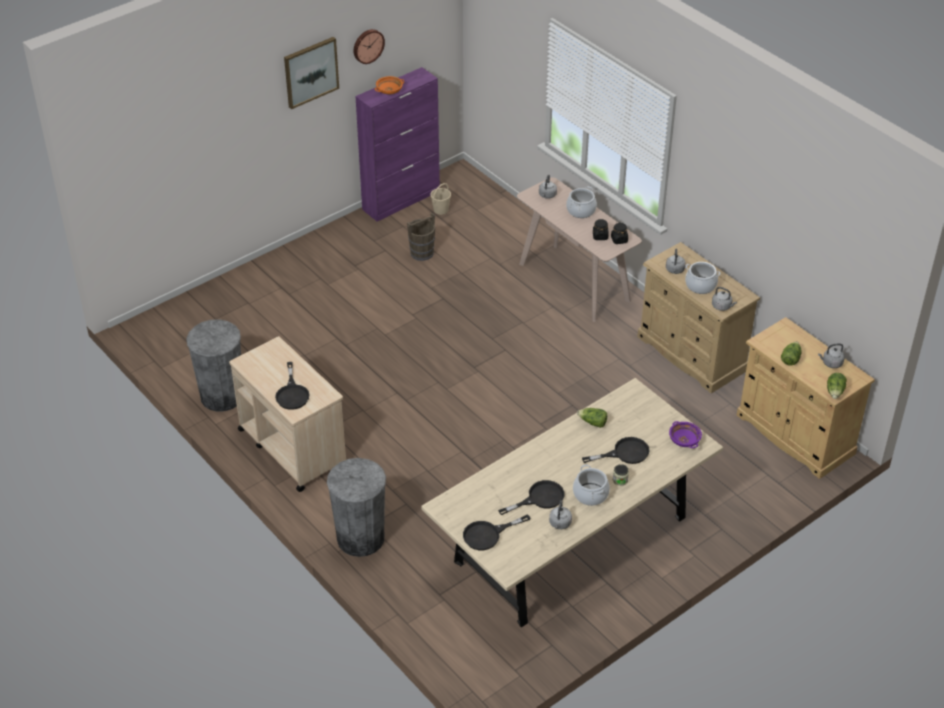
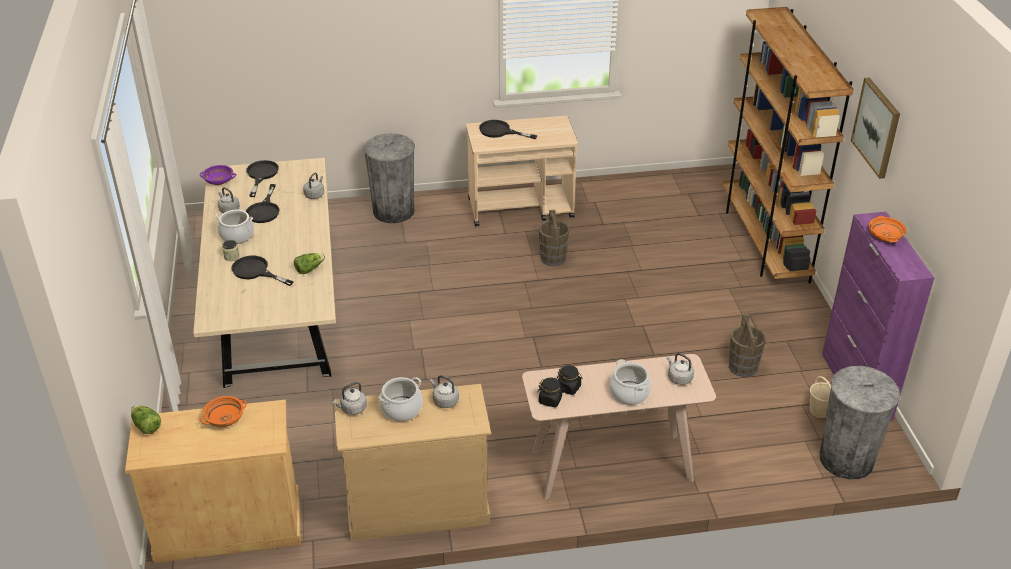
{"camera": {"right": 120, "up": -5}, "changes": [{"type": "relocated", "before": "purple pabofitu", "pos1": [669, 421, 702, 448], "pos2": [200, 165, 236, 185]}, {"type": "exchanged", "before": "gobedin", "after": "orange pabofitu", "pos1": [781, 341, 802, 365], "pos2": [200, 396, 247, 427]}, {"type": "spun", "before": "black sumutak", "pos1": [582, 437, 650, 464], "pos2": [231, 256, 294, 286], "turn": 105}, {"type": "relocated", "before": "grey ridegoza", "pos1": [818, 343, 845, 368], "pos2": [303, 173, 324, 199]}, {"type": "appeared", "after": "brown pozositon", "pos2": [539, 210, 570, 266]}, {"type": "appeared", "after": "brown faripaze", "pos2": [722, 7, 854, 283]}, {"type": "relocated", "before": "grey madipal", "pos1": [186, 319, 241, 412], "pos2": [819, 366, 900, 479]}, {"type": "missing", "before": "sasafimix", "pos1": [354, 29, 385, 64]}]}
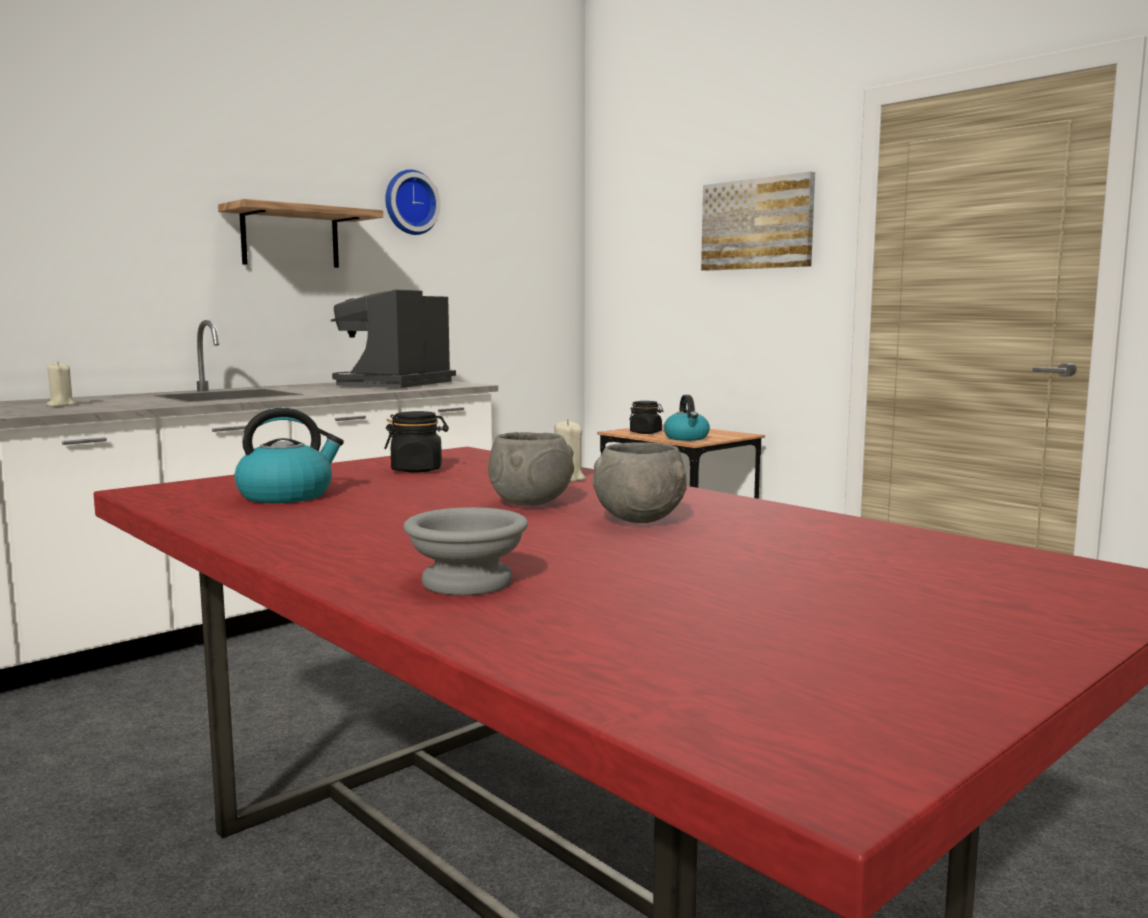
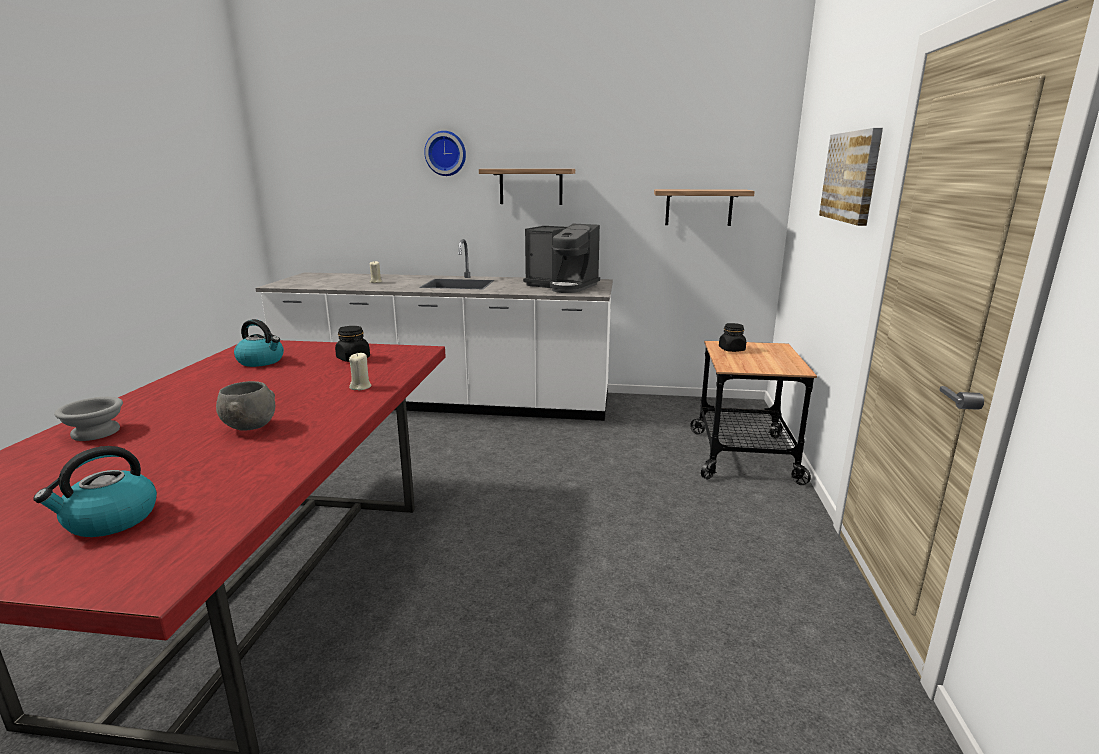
{"camera": {"right": 50, "up": 10}, "changes": [{"type": "relocated", "before": "ridegoza", "pos1": [664, 395, 710, 441], "pos2": [33, 446, 157, 537]}, {"type": "relocated", "before": "sasafimix", "pos1": [385, 170, 441, 235], "pos2": [424, 131, 466, 176]}, {"type": "spun", "before": "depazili", "pos1": [331, 290, 456, 388], "pos2": [523, 224, 600, 293], "turn": -135}, {"type": "appeared", "after": "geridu", "pos2": [654, 189, 755, 226]}, {"type": "missing", "before": "grey pabofitu", "pos1": [488, 432, 574, 506]}]}
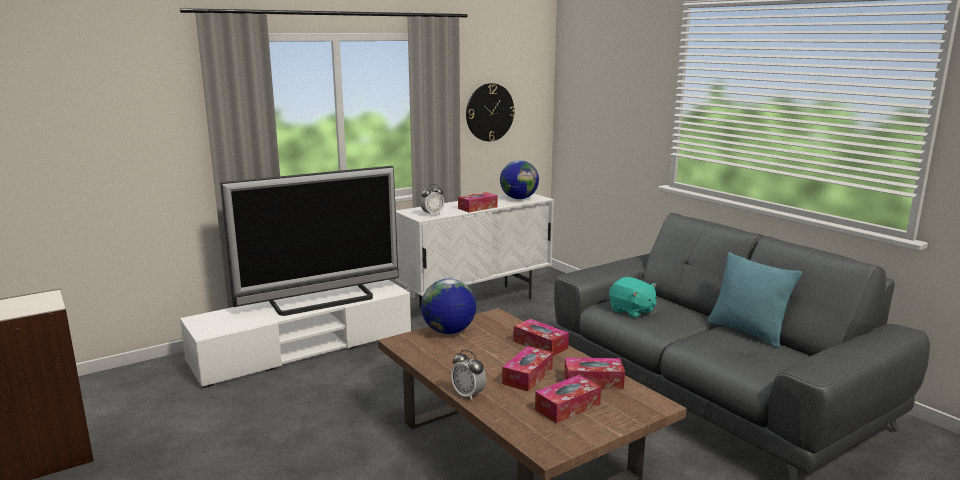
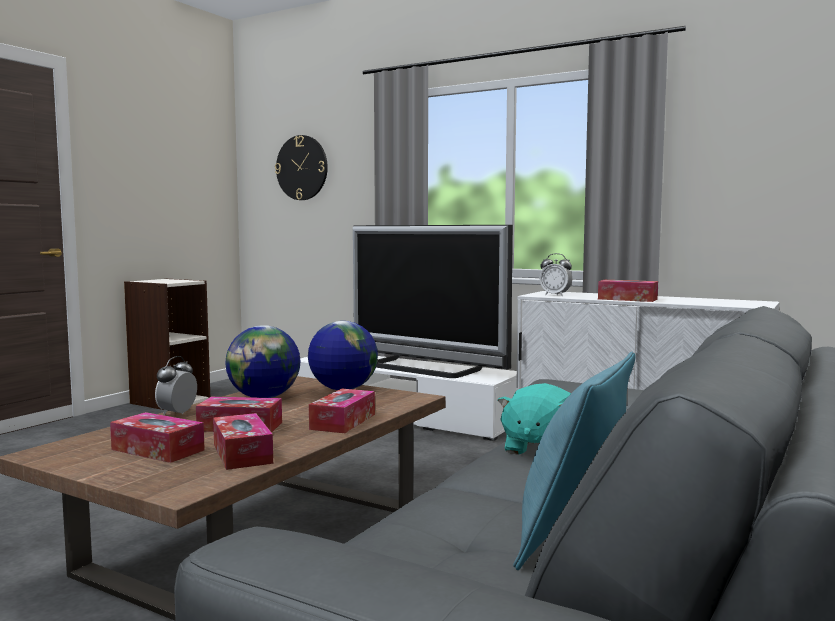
{"camera": {"right": 65, "up": -10}, "changes": [{"type": "relocated", "before": "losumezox", "pos1": [500, 160, 539, 199], "pos2": [226, 325, 300, 398]}, {"type": "relocated", "before": "sasafimix", "pos1": [466, 83, 515, 141], "pos2": [275, 135, 328, 200]}]}
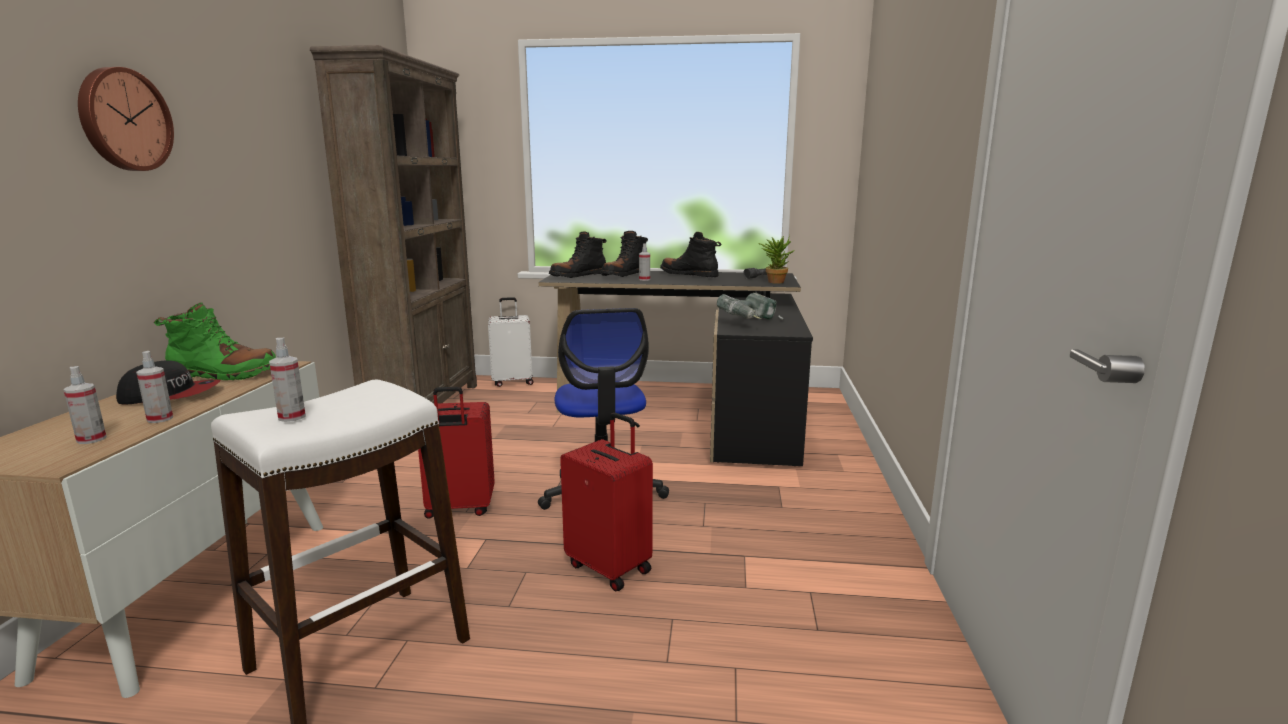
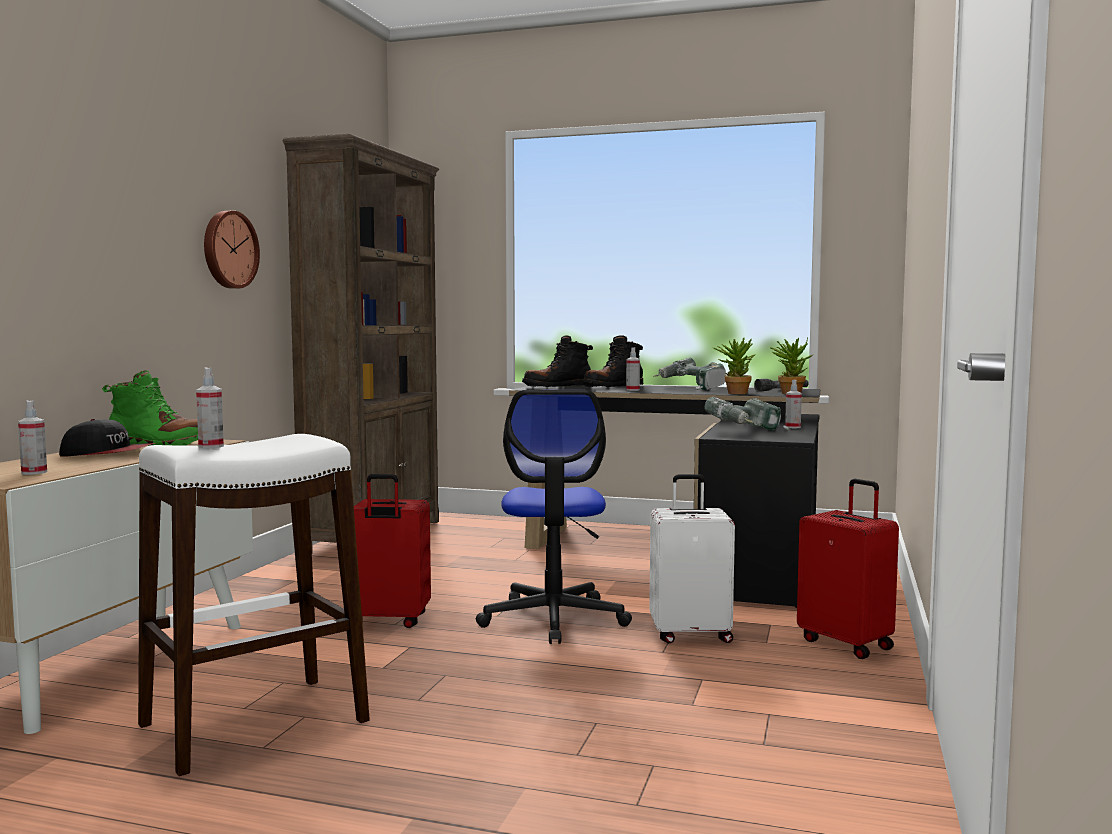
{"camera": {"right": 10, "up": -10}, "changes": [{"type": "relocated", "before": "sasafimix", "pos1": [78, 67, 174, 171], "pos2": [204, 211, 260, 289]}, {"type": "relocated", "before": "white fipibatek", "pos1": [488, 297, 533, 387], "pos2": [649, 474, 735, 643]}, {"type": "exchanged", "before": "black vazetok", "after": "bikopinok", "pos1": [660, 232, 721, 277], "pos2": [654, 358, 726, 390]}, {"type": "appeared", "after": "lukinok", "pos2": [713, 338, 756, 394]}, {"type": "relocated", "before": "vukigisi", "pos1": [136, 351, 173, 423], "pos2": [785, 380, 802, 428]}, {"type": "relocated", "before": "red fipibatek", "pos1": [560, 413, 653, 591], "pos2": [797, 479, 899, 659]}]}
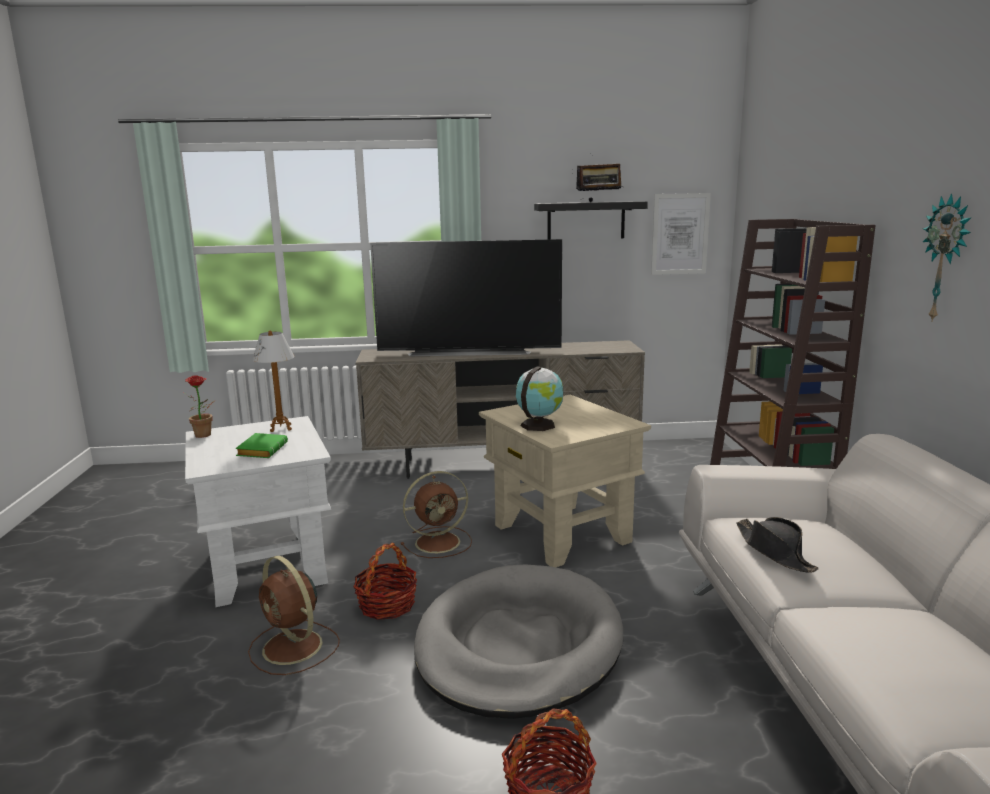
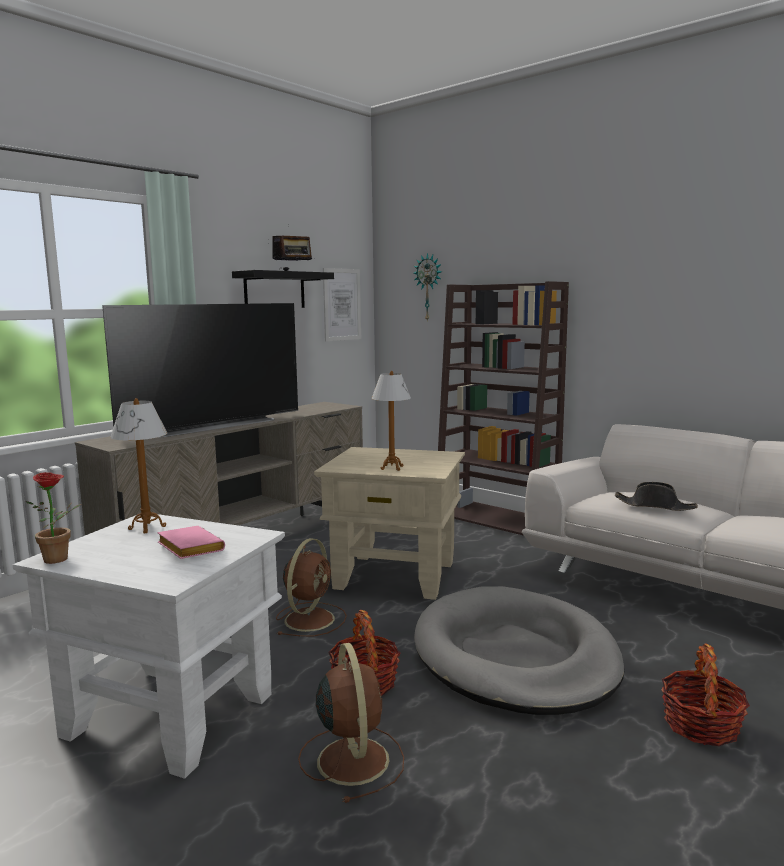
{"camera": {"right": -45, "up": -5}, "changes": [{"type": "colour", "before": "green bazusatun", "after": "pink bazusatun", "pos1": [236, 433, 288, 458], "pos2": [157, 526, 225, 559]}, {"type": "spun", "before": "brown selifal", "pos1": [248, 556, 340, 675], "pos2": [298, 643, 404, 803], "turn": -105}, {"type": "exchanged", "before": "losumezox", "after": "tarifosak", "pos1": [516, 366, 563, 431], "pos2": [371, 371, 411, 471]}, {"type": "relocated", "before": "sasafimix", "pos1": [923, 193, 972, 321], "pos2": [414, 253, 442, 322]}]}
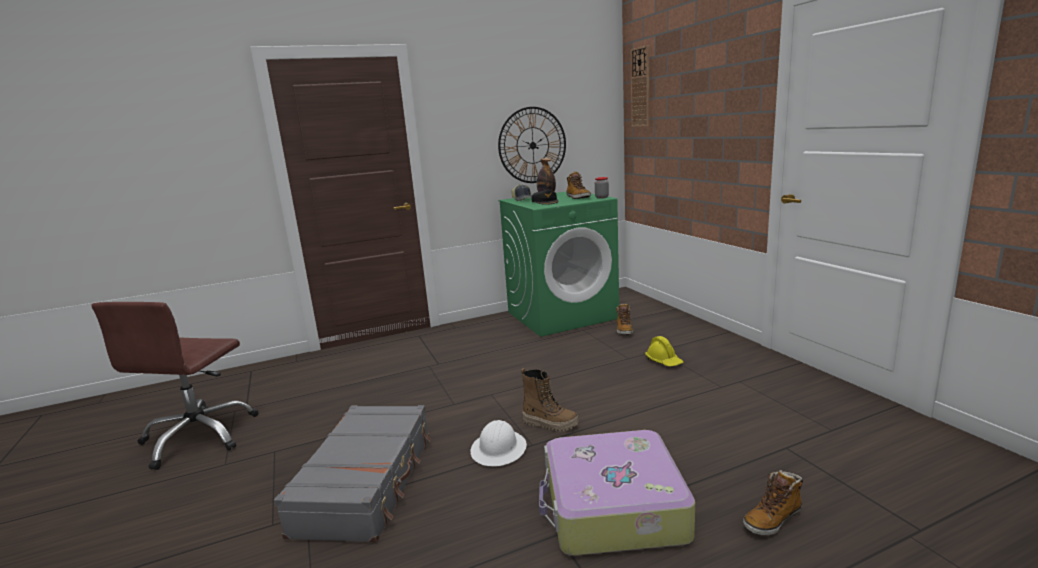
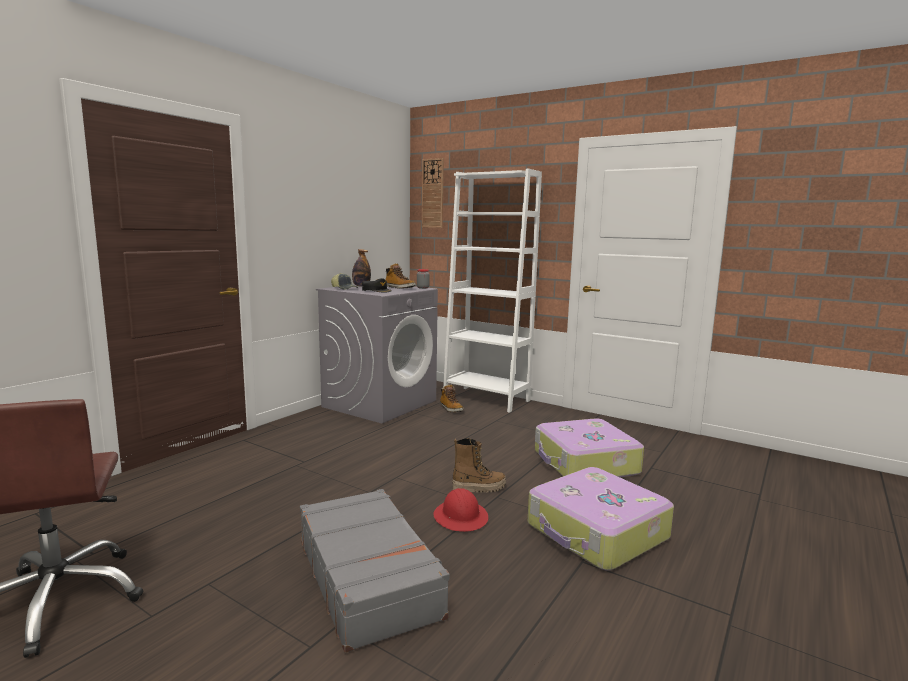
{"camera": {"right": -35, "up": -5}, "changes": [{"type": "colour", "before": "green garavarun", "after": "grey garavarun", "pos1": [499, 191, 619, 337], "pos2": [316, 285, 438, 423]}, {"type": "colour", "before": "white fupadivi", "after": "red fupadivi", "pos1": [471, 420, 527, 466], "pos2": [434, 488, 488, 532]}, {"type": "appeared", "after": "white faripaze", "pos2": [443, 169, 542, 413]}, {"type": "appeared", "after": "fipibatek", "pos2": [535, 418, 644, 477]}, {"type": "missing", "before": "sasafimix", "pos1": [498, 107, 566, 183]}, {"type": "missing", "before": "yellow fupadivi", "pos1": [645, 336, 684, 366]}, {"type": "missing", "before": "vazetok", "pos1": [743, 470, 803, 536]}]}
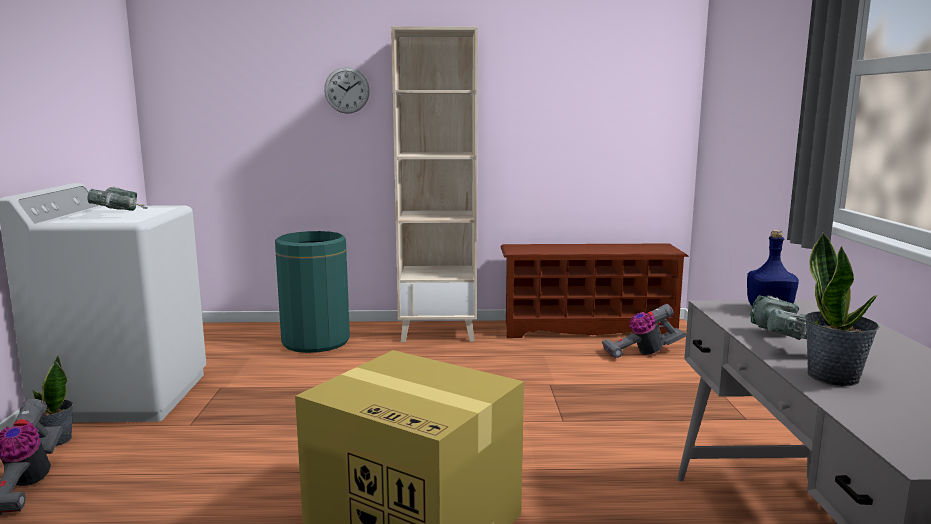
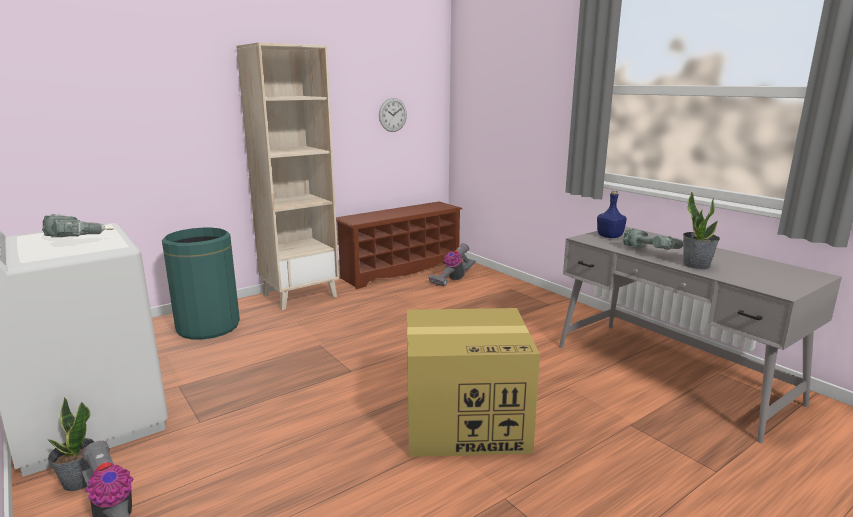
{"camera": {"right": -35, "up": 5}, "changes": [{"type": "relocated", "before": "sasafimix", "pos1": [324, 67, 370, 114], "pos2": [379, 98, 407, 132]}]}
